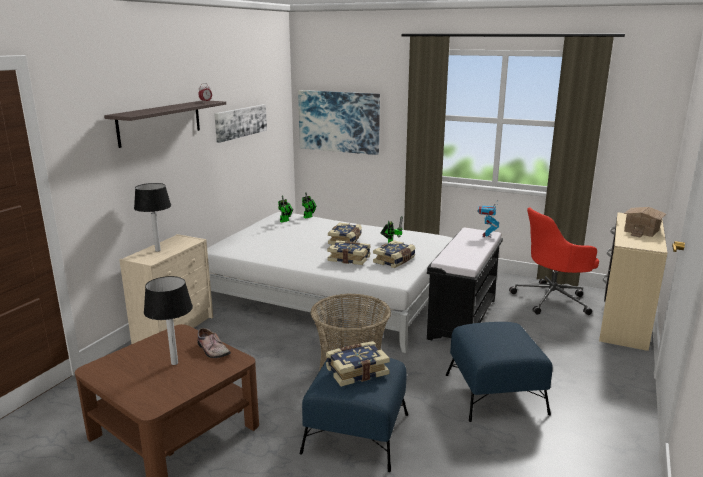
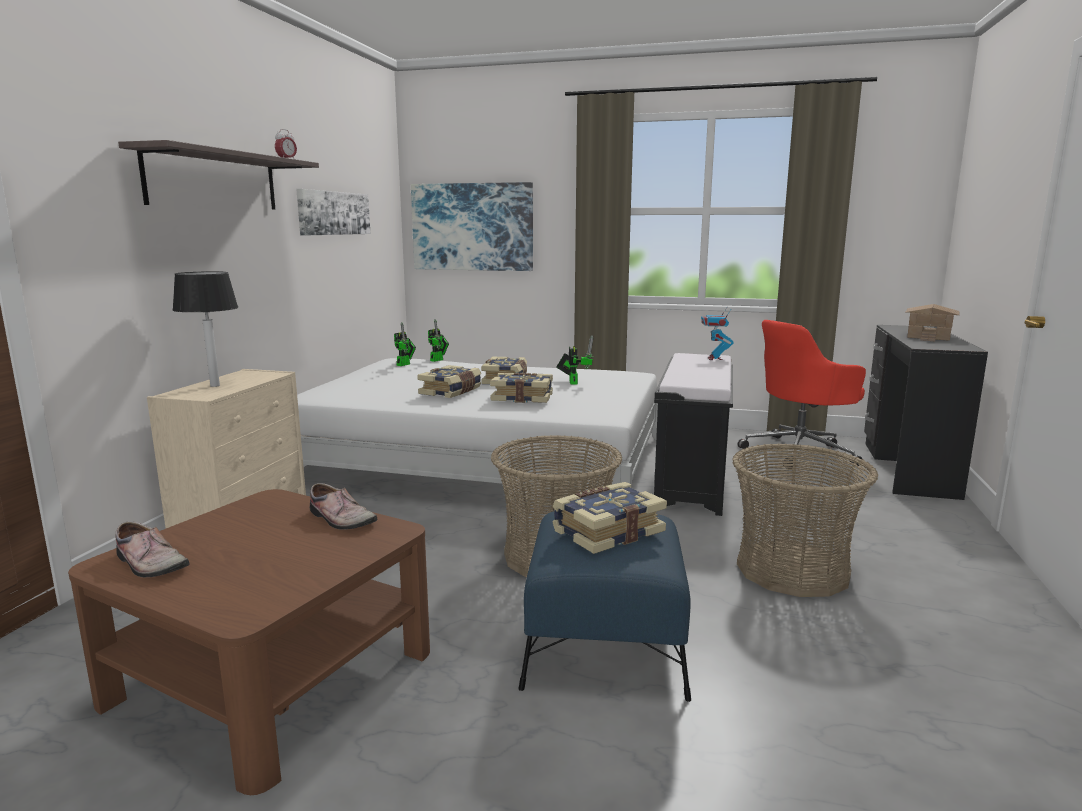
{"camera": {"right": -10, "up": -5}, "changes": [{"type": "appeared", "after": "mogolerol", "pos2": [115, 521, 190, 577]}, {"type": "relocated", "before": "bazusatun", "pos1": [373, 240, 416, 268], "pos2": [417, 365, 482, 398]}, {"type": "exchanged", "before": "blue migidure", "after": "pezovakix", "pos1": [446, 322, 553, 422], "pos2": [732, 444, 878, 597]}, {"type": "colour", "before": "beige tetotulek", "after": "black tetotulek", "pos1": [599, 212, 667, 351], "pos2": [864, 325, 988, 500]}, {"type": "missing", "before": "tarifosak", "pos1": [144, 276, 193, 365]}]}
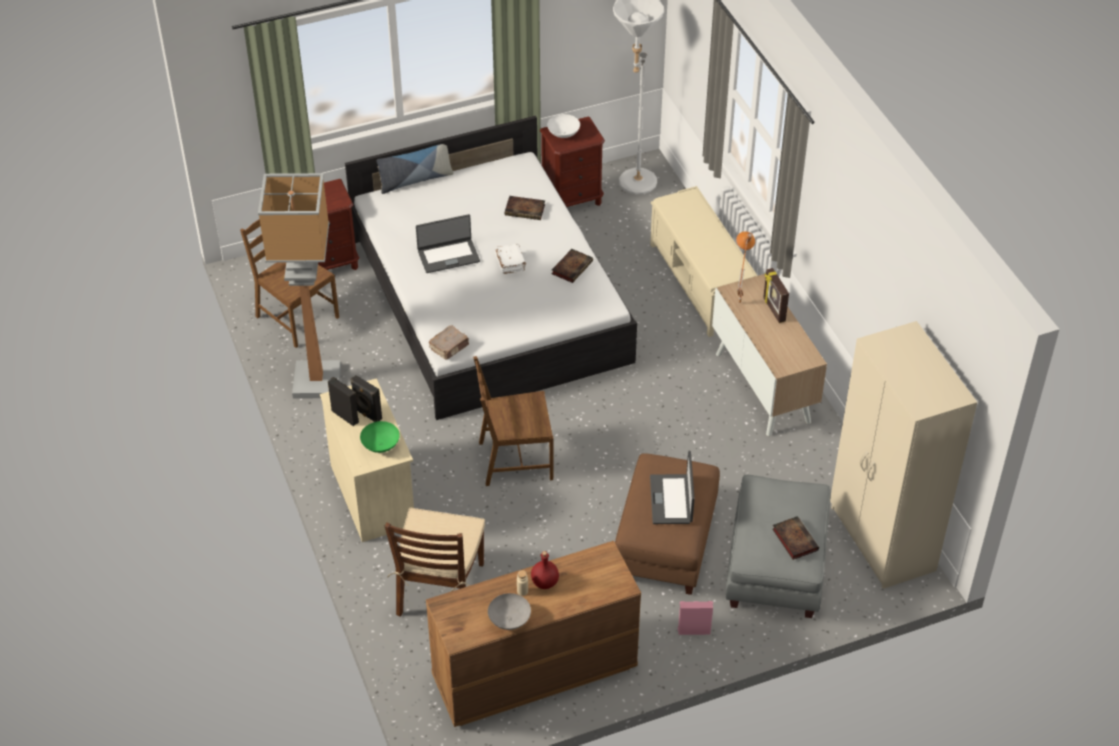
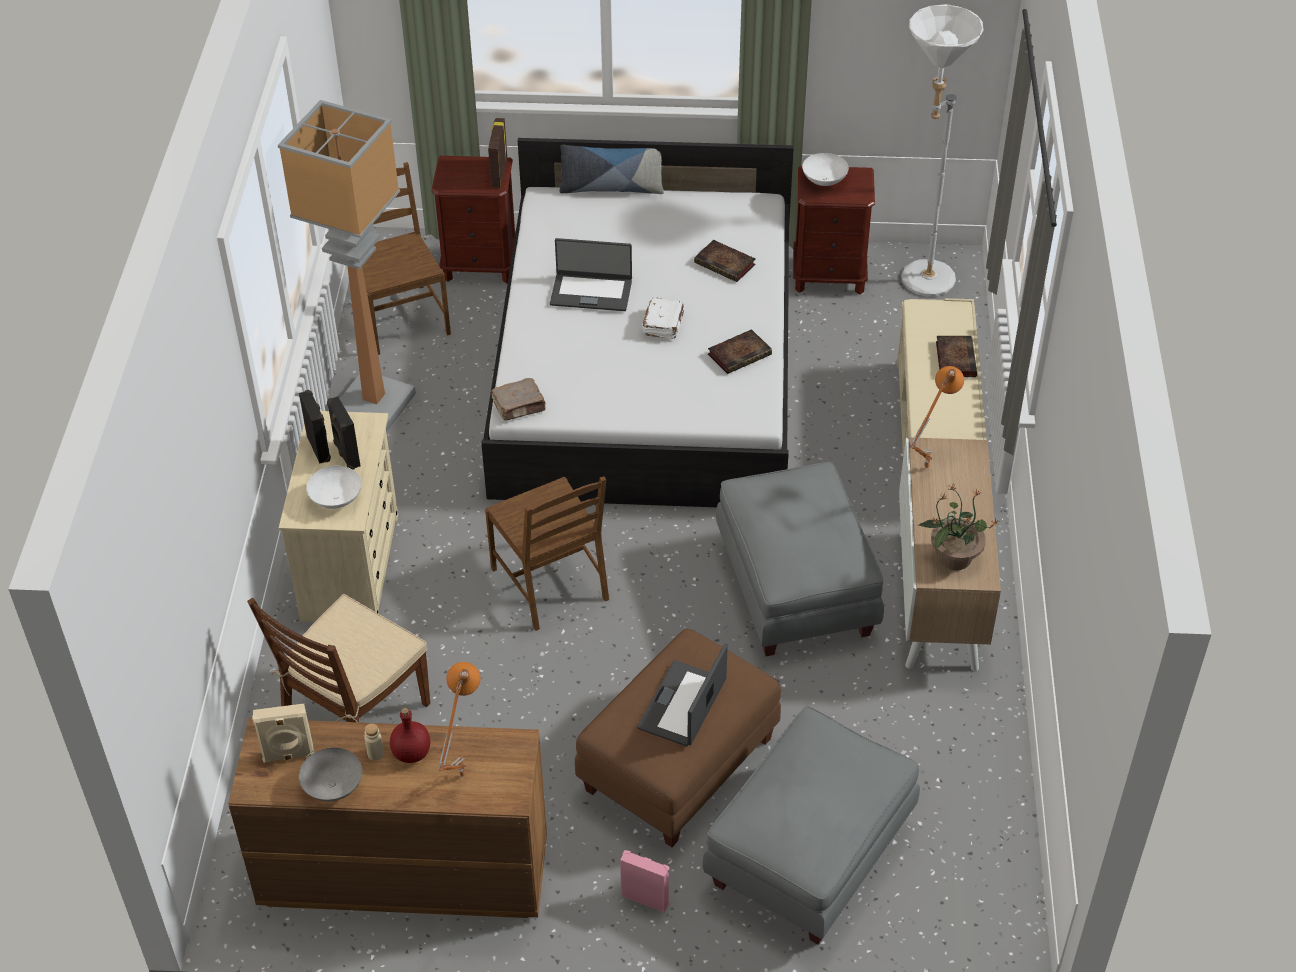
{"camera": {"right": 25, "up": 0}, "changes": [{"type": "appeared", "after": "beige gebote", "pos2": [252, 704, 314, 762]}, {"type": "colour", "before": "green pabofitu", "after": "white pabofitu", "pos1": [360, 421, 400, 453], "pos2": [306, 466, 362, 509]}, {"type": "appeared", "after": "orange tarifosak", "pos2": [438, 662, 481, 778]}, {"type": "spun", "before": "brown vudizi", "pos1": [473, 356, 553, 486], "pos2": [485, 476, 609, 631], "turn": -135}, {"type": "relocated", "before": "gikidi", "pos1": [763, 268, 789, 323], "pos2": [488, 118, 507, 188]}, {"type": "appeared", "after": "grey migidure", "pos2": [716, 462, 884, 656]}, {"type": "appeared", "after": "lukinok", "pos2": [917, 485, 999, 570]}, {"type": "relocated", "before": "bazusatun", "pos1": [773, 516, 819, 560], "pos2": [936, 336, 977, 377]}, {"type": "missing", "before": "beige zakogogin", "pos1": [830, 321, 977, 589]}]}
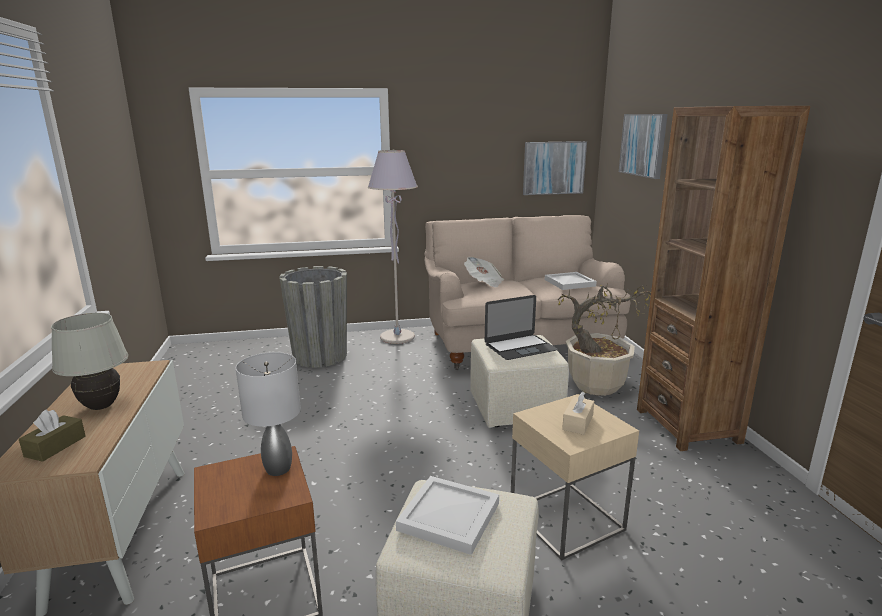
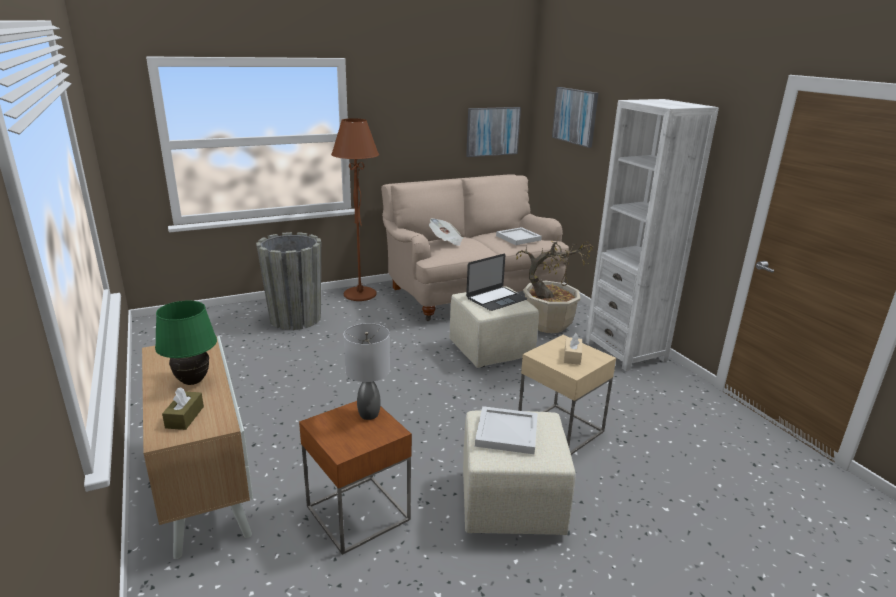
{"camera": {"right": -15, "up": 5}, "changes": [{"type": "colour", "before": "white tarifosak", "after": "green tarifosak", "pos1": [51, 313, 128, 410], "pos2": [155, 300, 217, 385]}, {"type": "colour", "before": "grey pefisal", "after": "brown pefisal", "pos1": [368, 150, 418, 344], "pos2": [331, 118, 379, 301]}, {"type": "colour", "before": "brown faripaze", "after": "white faripaze", "pos1": [637, 106, 810, 451], "pos2": [585, 99, 719, 371]}]}
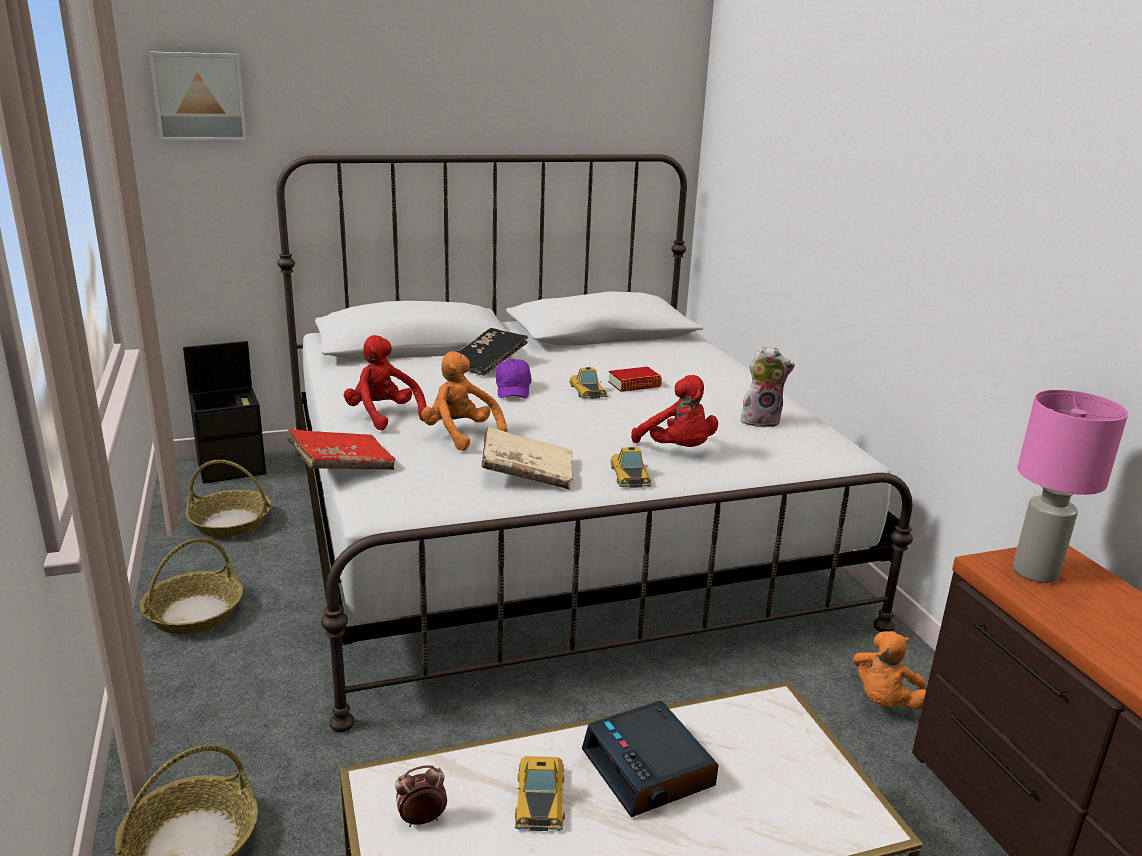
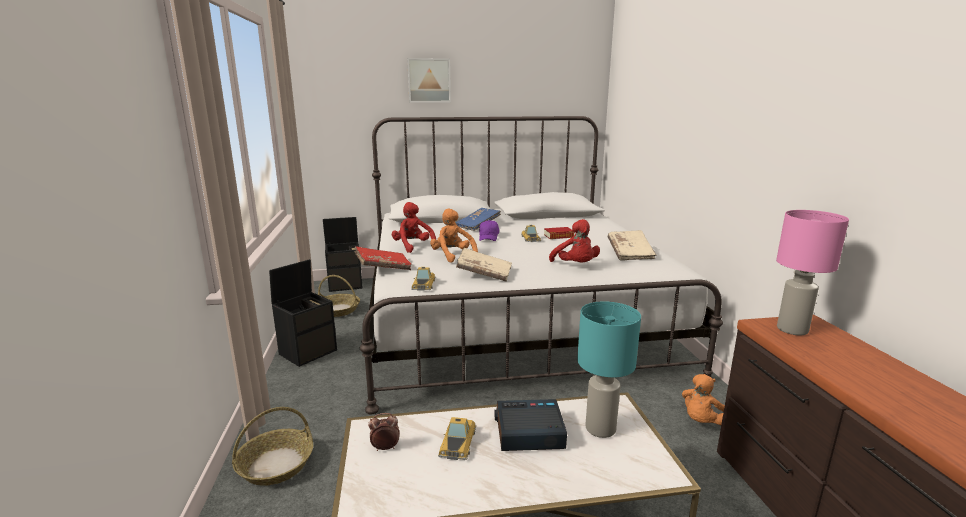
{"camera": {"right": 10, "up": -5}, "changes": [{"type": "exchanged", "before": "pezovakix", "after": "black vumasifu", "pos1": [140, 538, 243, 635], "pos2": [269, 259, 337, 367]}, {"type": "relocated", "before": "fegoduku", "pos1": [149, 52, 247, 140], "pos2": [407, 58, 451, 103]}, {"type": "relocated", "before": "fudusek", "pos1": [610, 447, 652, 488], "pos2": [411, 267, 435, 291]}, {"type": "colour", "before": "black bazusatun", "after": "blue bazusatun", "pos1": [457, 328, 528, 376], "pos2": [456, 208, 501, 231]}, {"type": "spun", "before": "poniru", "pos1": [582, 701, 719, 817], "pos2": [494, 399, 567, 451], "turn": 105}, {"type": "appeared", "after": "turquoise tarifosak", "pos2": [577, 301, 641, 438]}, {"type": "exchanged", "before": "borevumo", "after": "beige bazusatun", "pos1": [741, 347, 795, 428], "pos2": [607, 230, 657, 261]}]}
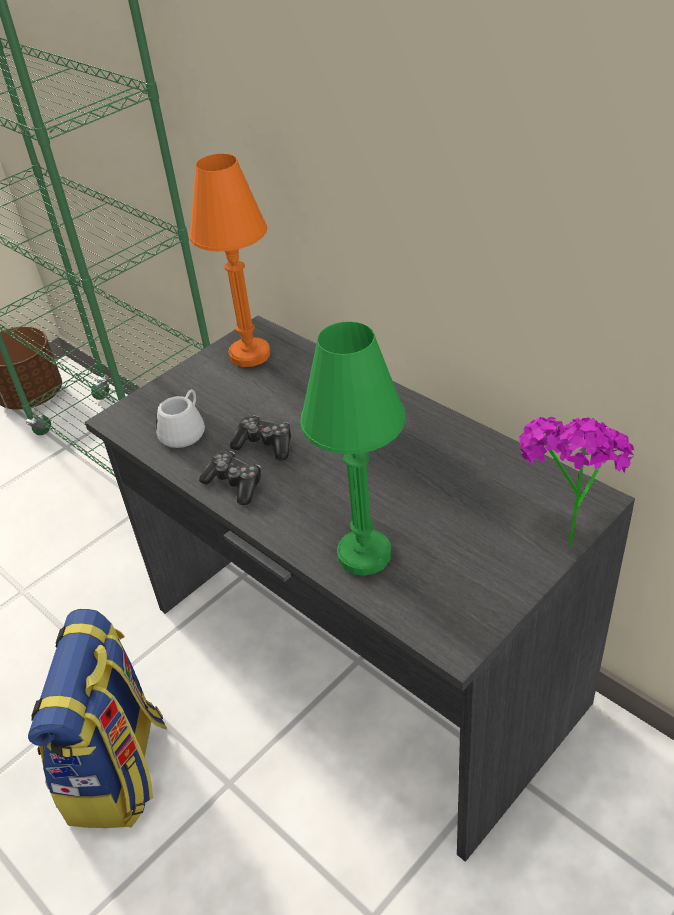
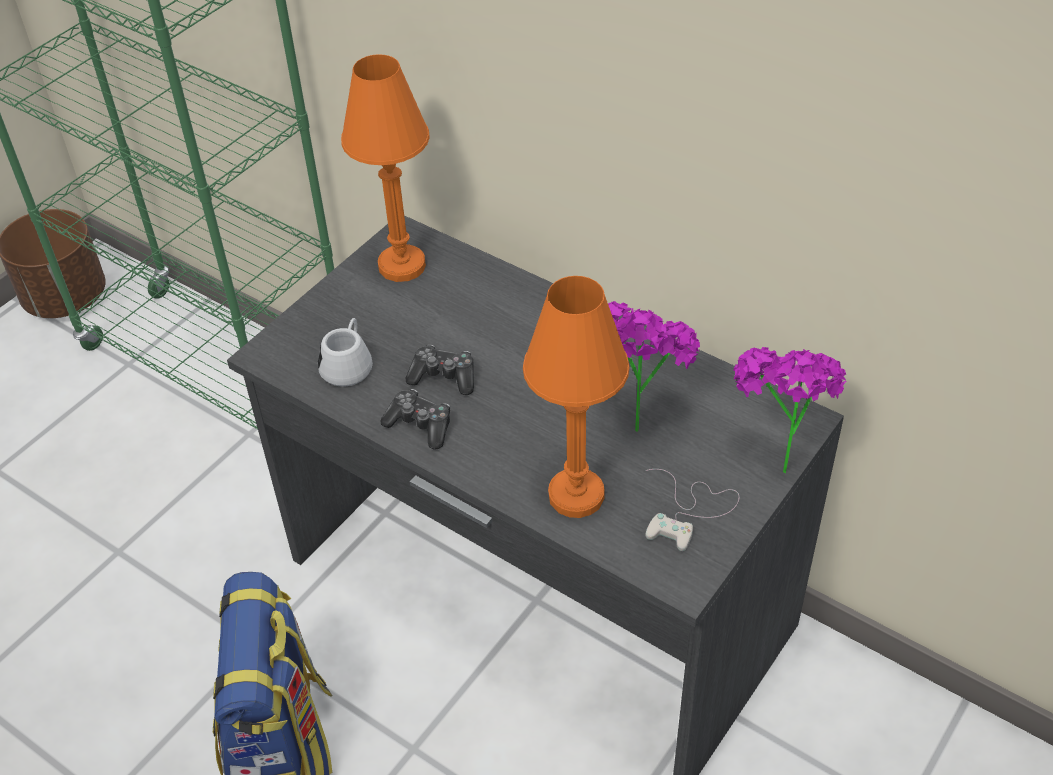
{"camera": {"right": -10, "up": 5}, "changes": [{"type": "colour", "before": "green tarifosak", "after": "orange tarifosak", "pos1": [300, 321, 406, 576], "pos2": [523, 276, 630, 518]}, {"type": "appeared", "after": "lukinok", "pos2": [608, 301, 700, 432]}, {"type": "appeared", "after": "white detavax", "pos2": [645, 469, 739, 551]}]}
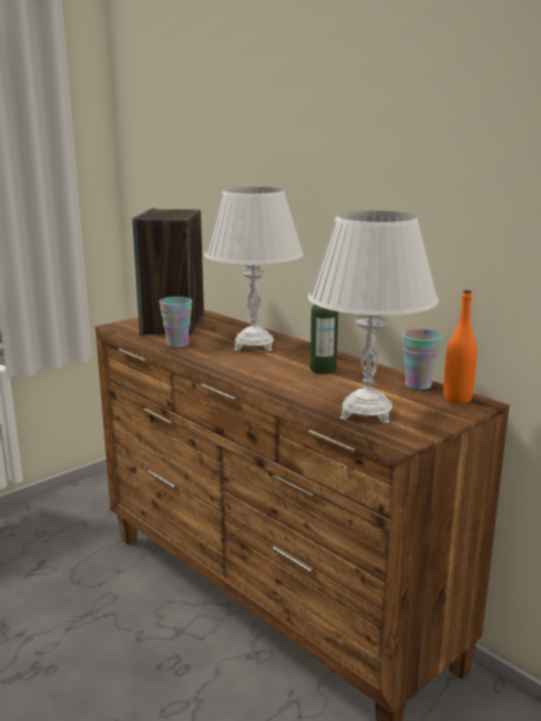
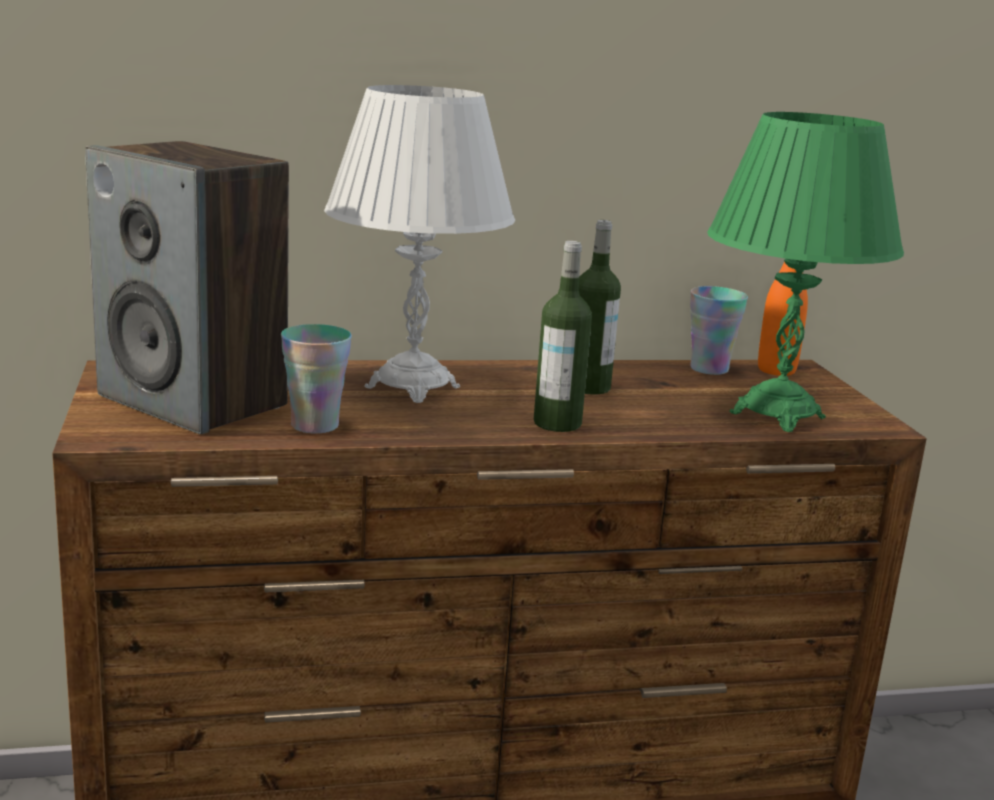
{"camera": {"right": -60, "up": 0}, "changes": [{"type": "appeared", "after": "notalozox", "pos2": [534, 241, 592, 432]}, {"type": "colour", "before": "white tarifosak", "after": "green tarifosak", "pos1": [308, 211, 438, 423], "pos2": [707, 112, 904, 432]}]}
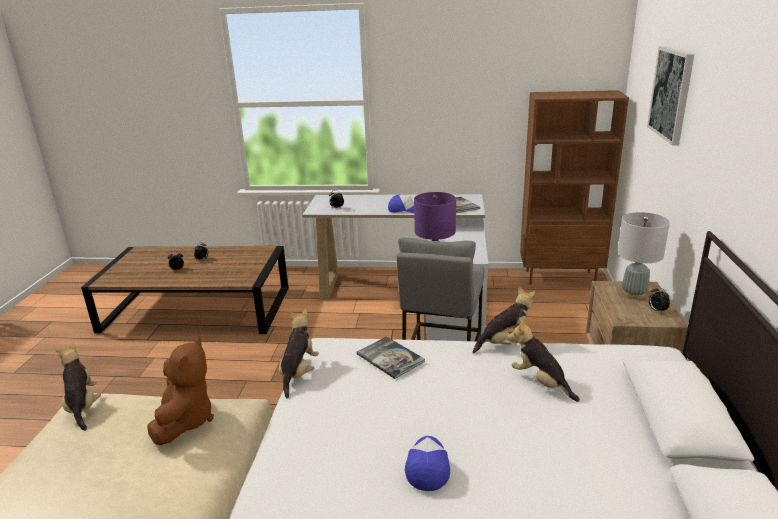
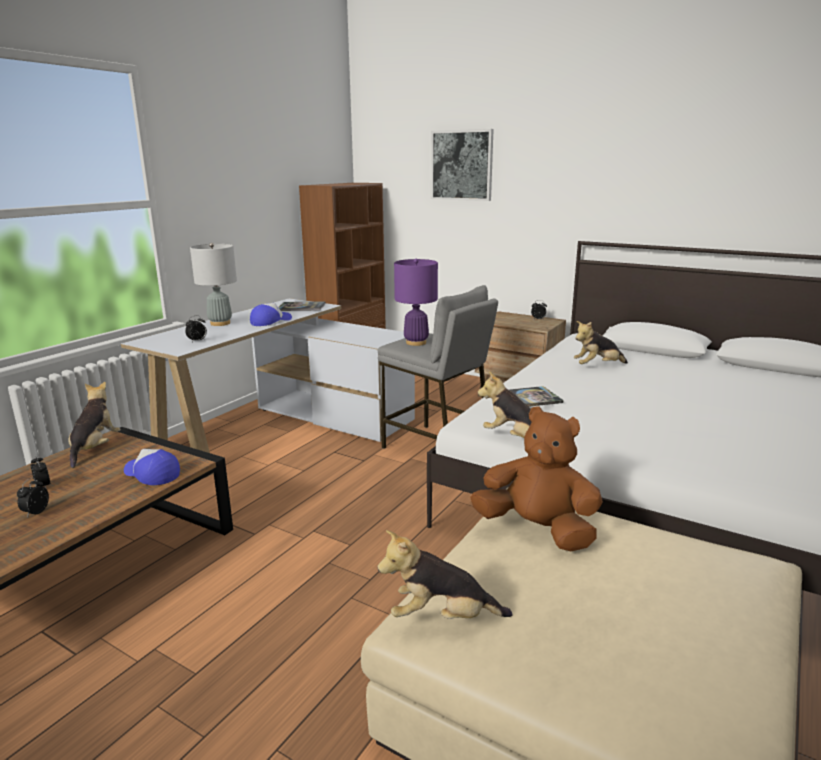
{"camera": {"right": -65, "up": -5}, "changes": [{"type": "relocated", "before": "borevumo", "pos1": [472, 287, 535, 354], "pos2": [69, 382, 121, 468]}, {"type": "relocated", "before": "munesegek", "pos1": [405, 436, 450, 491], "pos2": [124, 449, 180, 485]}, {"type": "relocated", "before": "grey tarifosak", "pos1": [617, 212, 670, 299], "pos2": [190, 243, 237, 326]}]}
